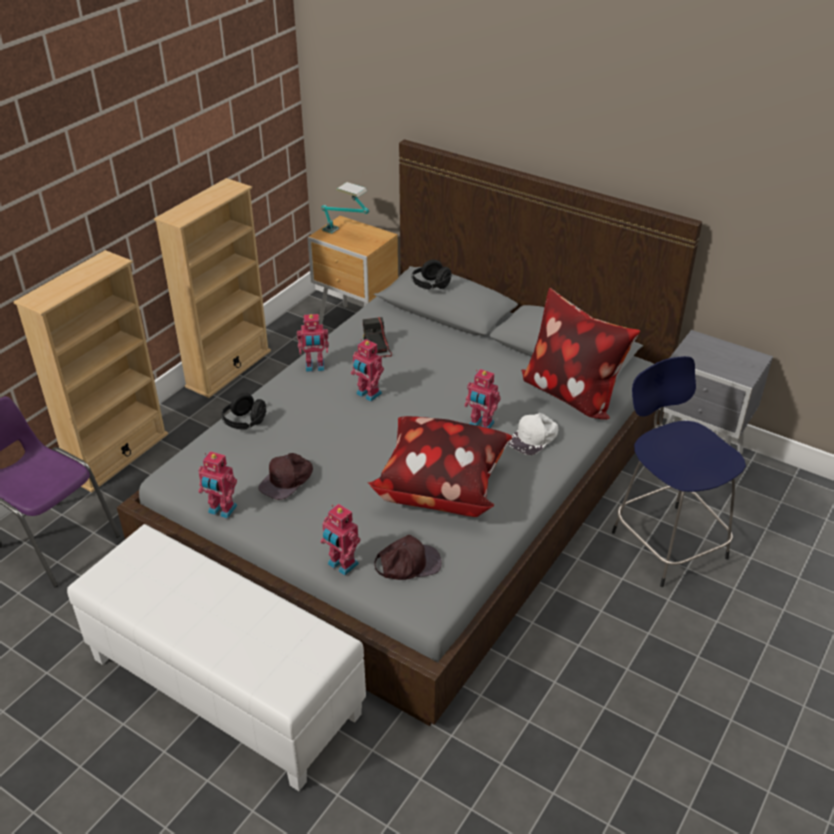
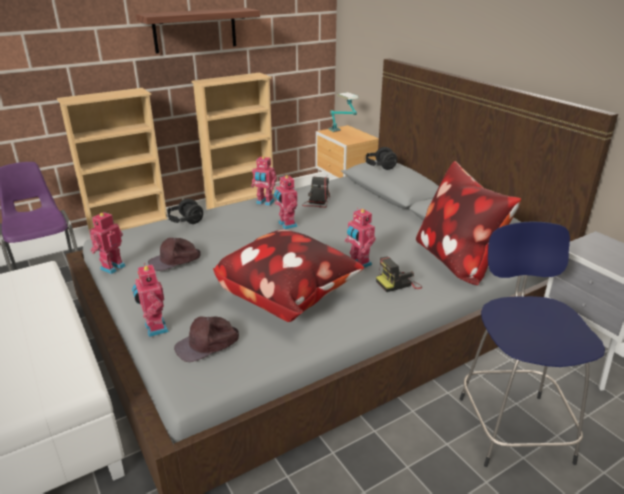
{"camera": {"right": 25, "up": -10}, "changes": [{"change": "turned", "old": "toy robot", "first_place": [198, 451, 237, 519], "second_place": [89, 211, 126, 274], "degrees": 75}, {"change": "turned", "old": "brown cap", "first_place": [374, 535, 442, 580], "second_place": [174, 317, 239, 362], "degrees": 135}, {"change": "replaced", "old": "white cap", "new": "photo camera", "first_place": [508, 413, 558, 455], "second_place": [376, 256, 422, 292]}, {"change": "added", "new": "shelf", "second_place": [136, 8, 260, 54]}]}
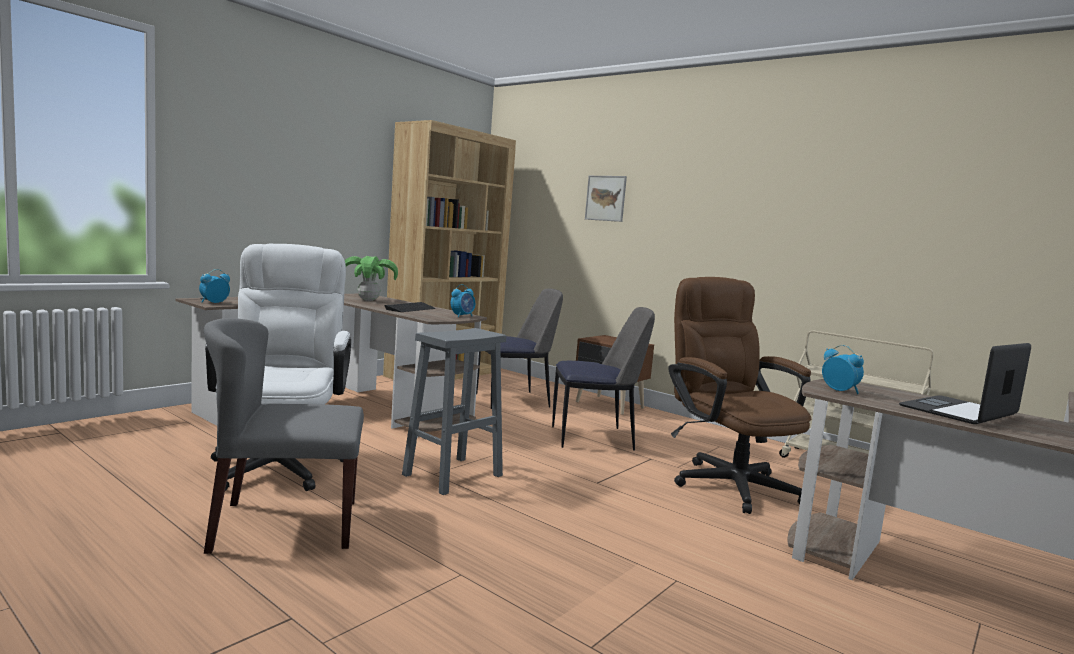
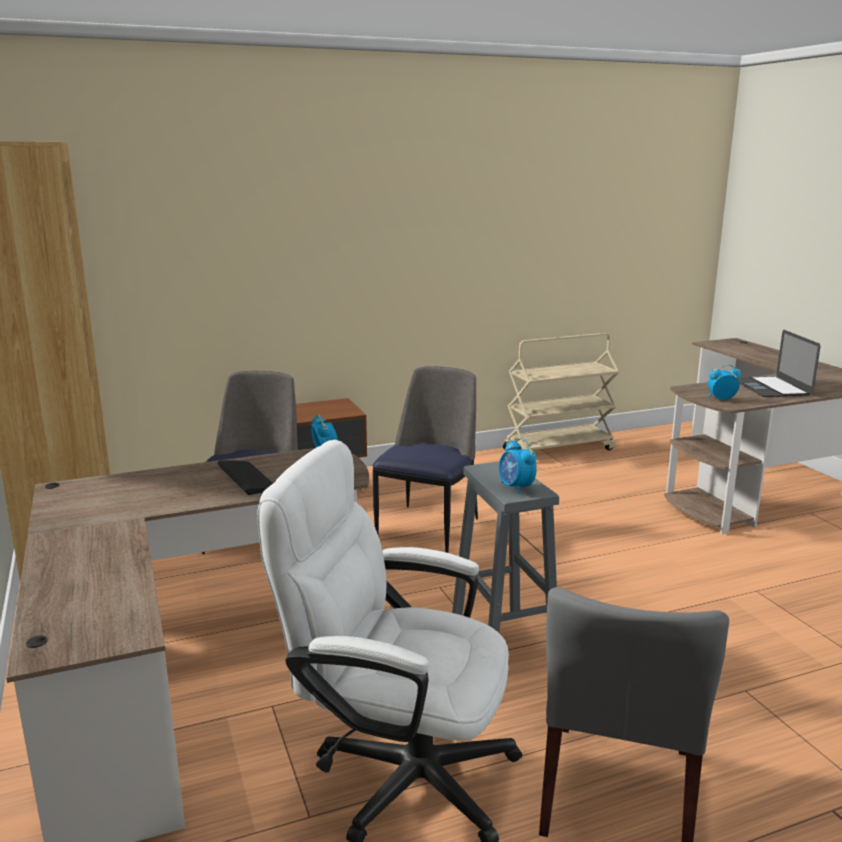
{"camera": {"right": -60, "up": 10}, "changes": [{"change": "moved", "old": "alarm clock", "first_place": [199, 269, 230, 303], "second_place": [499, 438, 537, 494]}, {"change": "removed", "old": "potted plant", "first_place": [345, 256, 398, 301]}, {"change": "removed", "old": "picture", "first_place": [585, 176, 627, 222]}, {"change": "removed", "old": "brown office chair", "first_place": [668, 277, 811, 514]}]}
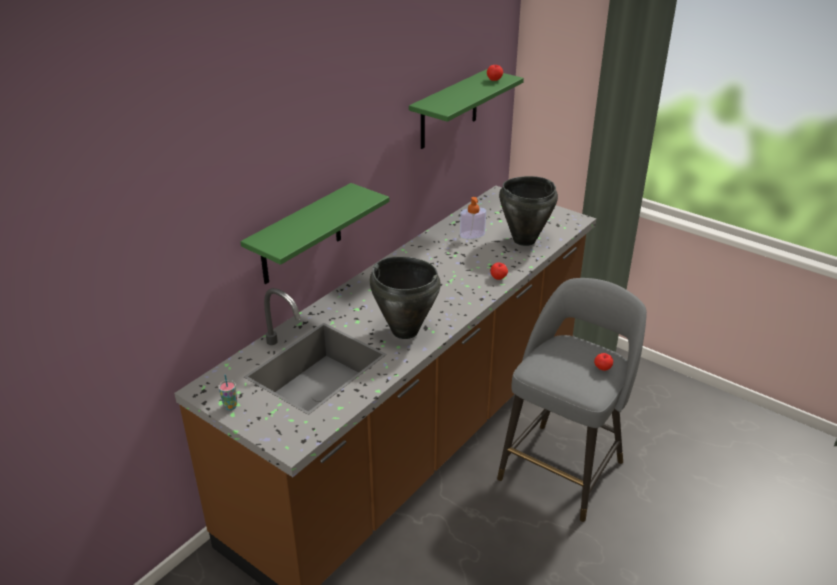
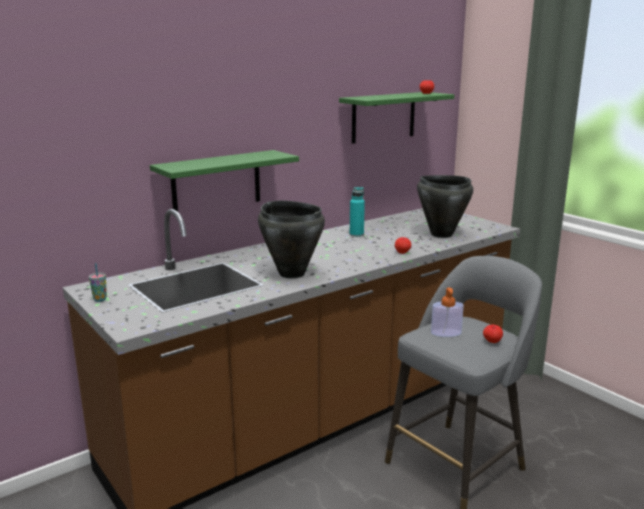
{"camera": {"right": 15, "up": -15}, "changes": [{"change": "moved", "old": "soap dispenser", "first_place": [460, 197, 486, 239], "second_place": [431, 288, 464, 337]}, {"change": "added", "new": "turquoise bottle", "second_place": [350, 187, 365, 237]}]}
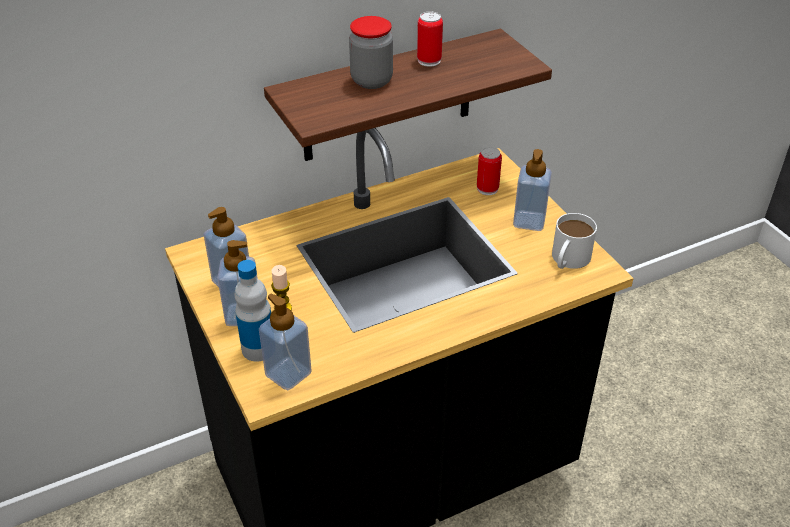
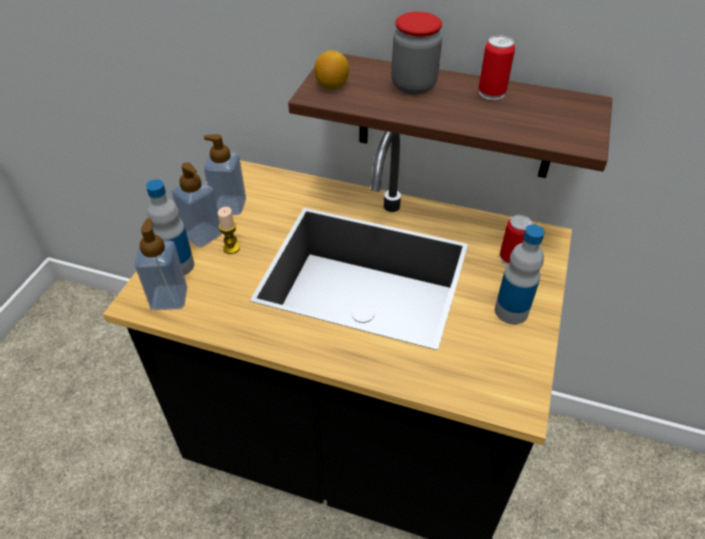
{"camera": {"right": 45, "up": 5}, "changes": [{"change": "replaced", "old": "soap dispenser", "new": "bottle", "first_place": [513, 149, 552, 231], "second_place": [495, 224, 545, 324]}, {"change": "removed", "old": "white mug", "first_place": [552, 213, 597, 269]}, {"change": "added", "new": "lemon", "second_place": [314, 50, 349, 90]}]}
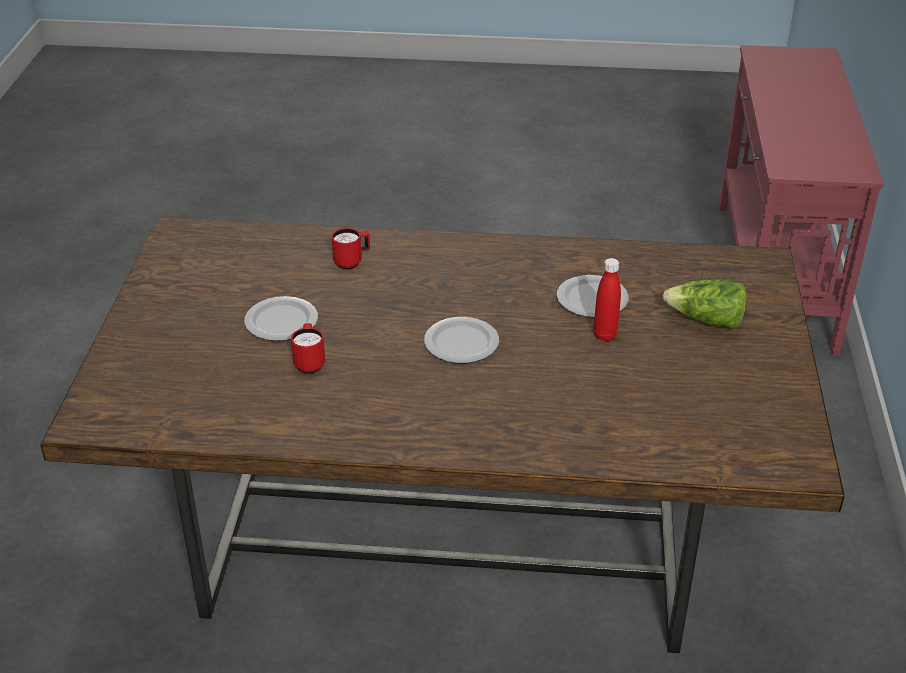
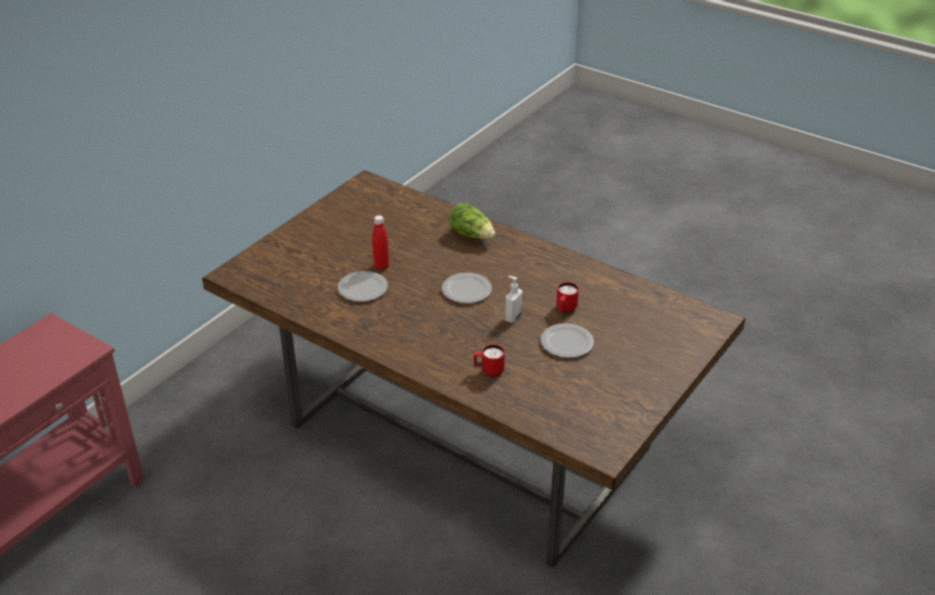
{"camera": {"right": -150, "up": 0}, "changes": [{"change": "moved", "old": "lettuce", "first_place": [662, 279, 747, 329], "second_place": [449, 203, 495, 239]}, {"change": "added", "new": "soap dispenser", "second_place": [505, 276, 522, 323]}]}
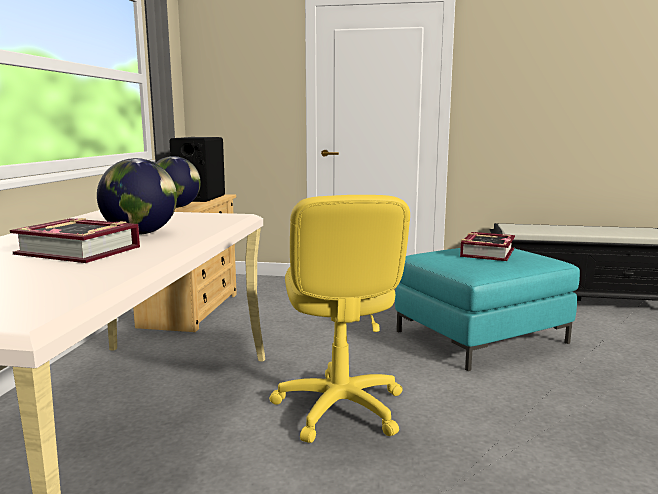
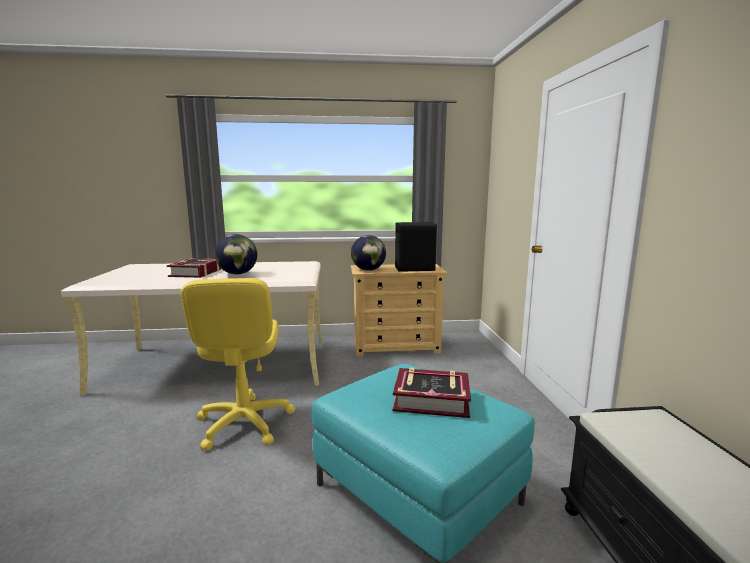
{"camera": {"right": 75, "up": 0}, "changes": [{"change": "turned", "old": "yellow office chair", "first_place": [269, 195, 410, 443], "second_place": [181, 278, 295, 450], "degrees": -75}]}
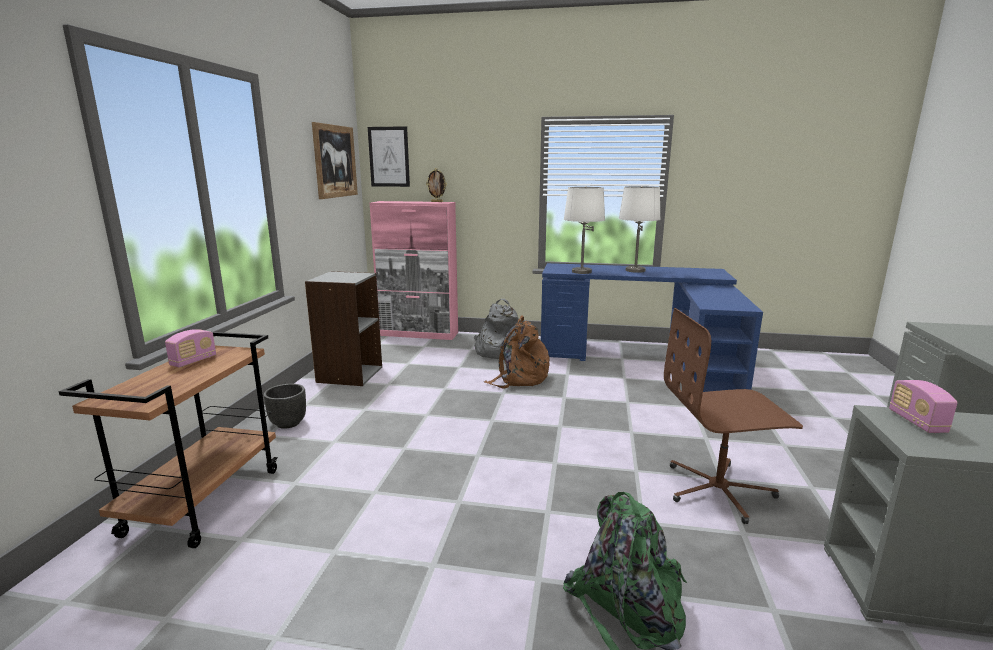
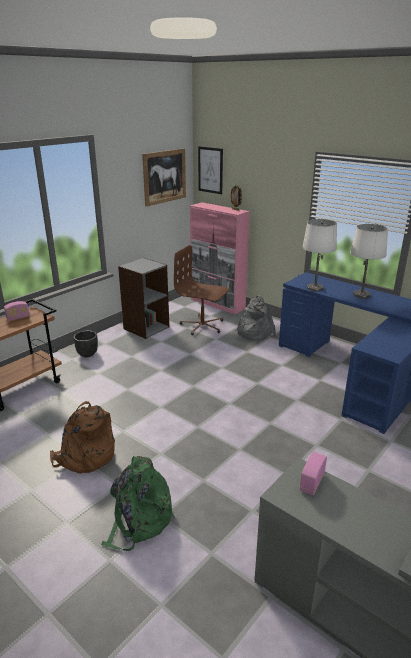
{"camera": {"right": 30, "up": 10}, "changes": [{"change": "moved", "old": "brown backpack", "first_place": [484, 315, 550, 389], "second_place": [50, 401, 115, 474]}, {"change": "moved", "old": "brown office chair", "first_place": [664, 308, 803, 524], "second_place": [174, 245, 229, 335]}]}
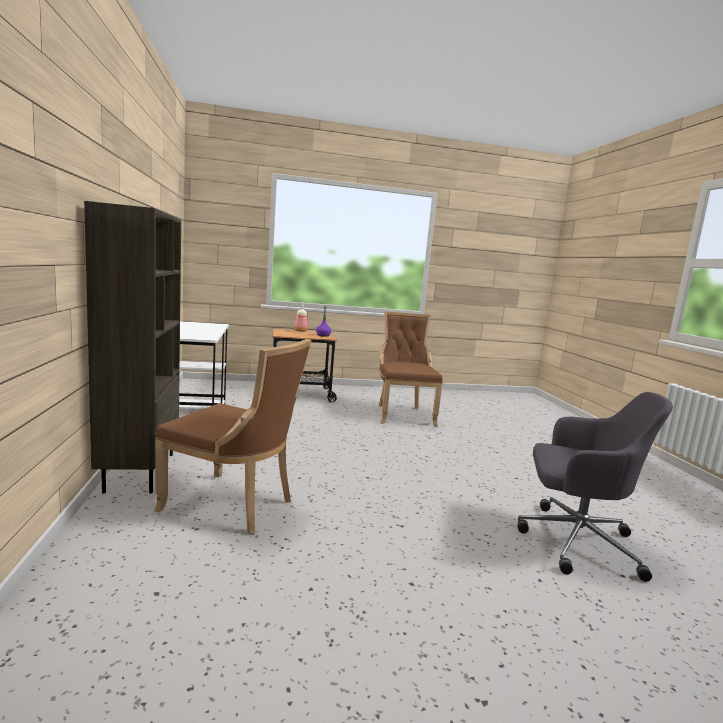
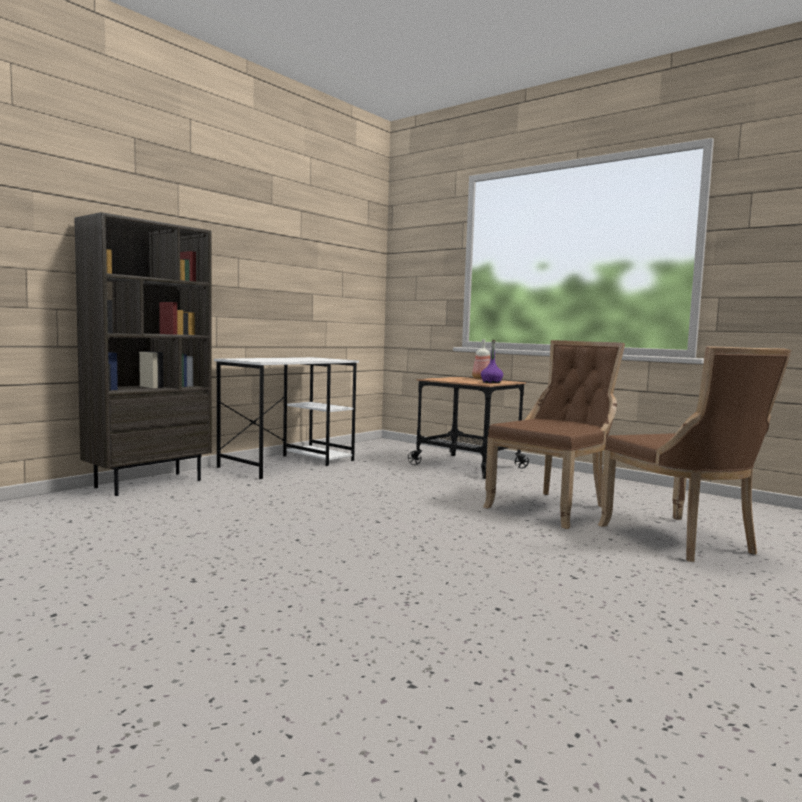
{"camera": {"right": 50, "up": -5}, "changes": [{"change": "moved", "old": "brown chair", "first_place": [154, 339, 311, 534], "second_place": [598, 346, 791, 562]}, {"change": "removed", "old": "grey office chair", "first_place": [517, 392, 673, 582]}]}
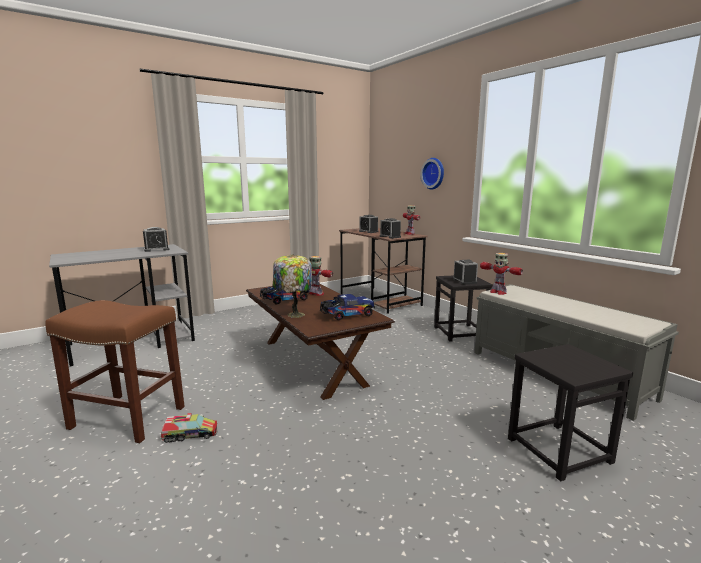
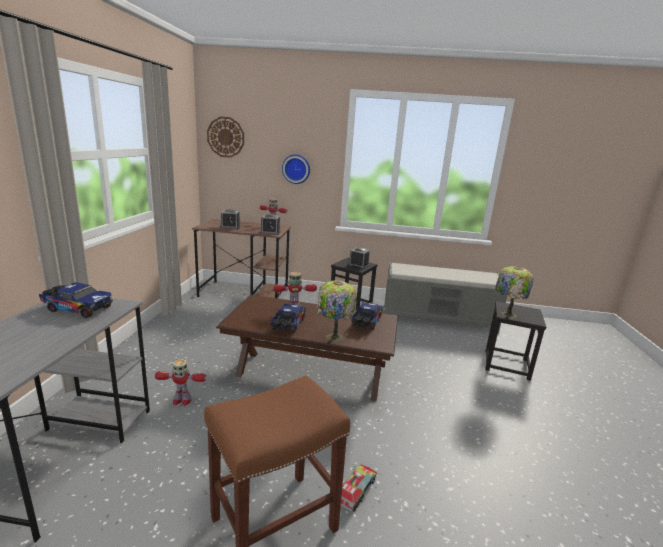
{"camera": {"right": -50, "up": 5}, "changes": [{"change": "replaced", "old": "alarm clock", "new": "toy truck", "first_place": [143, 227, 170, 252], "second_place": [39, 282, 113, 318]}, {"change": "moved", "old": "toy robot", "first_place": [480, 253, 523, 295], "second_place": [155, 359, 206, 406]}, {"change": "added", "new": "wall clock", "second_place": [207, 117, 244, 158]}, {"change": "added", "new": "table lamp", "second_place": [495, 266, 534, 318]}]}
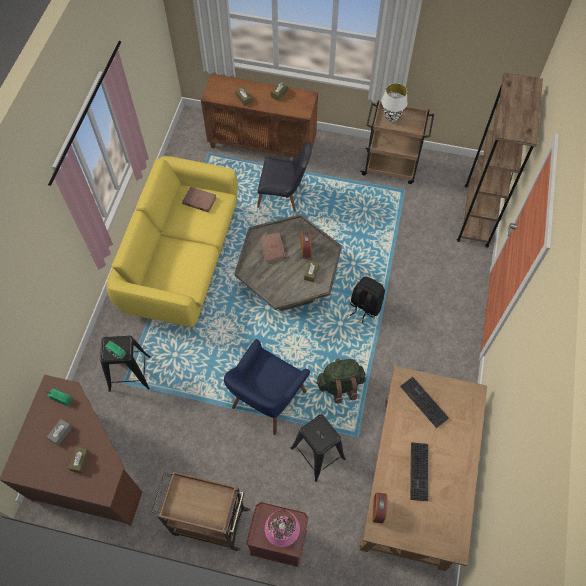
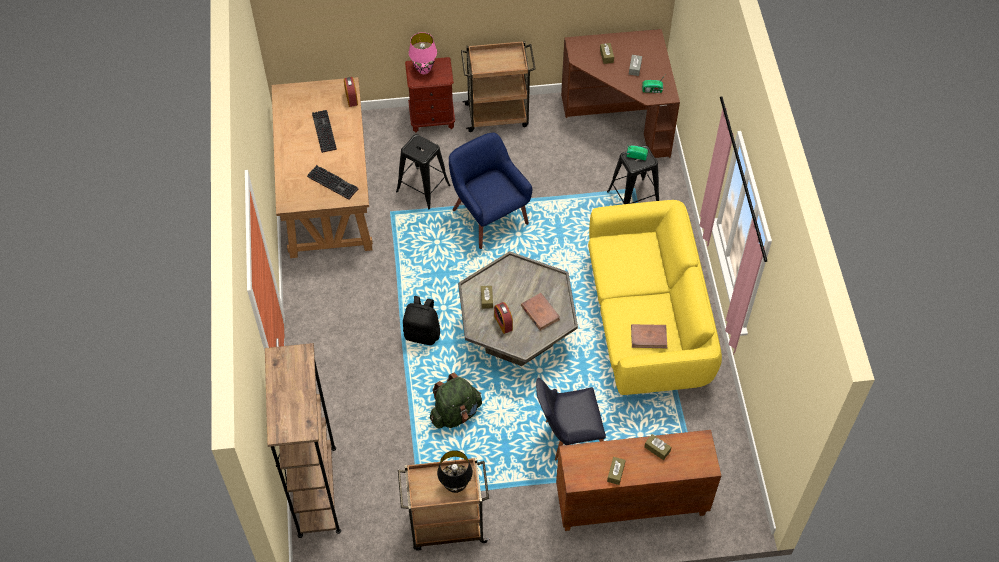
{"camera": {"right": 160, "up": -5}, "changes": [{"change": "turned", "old": "blue armchair", "first_place": [224, 339, 310, 435], "second_place": [449, 133, 532, 249], "degrees": -45}, {"change": "moved", "old": "green backpack", "first_place": [316, 358, 366, 404], "second_place": [430, 373, 482, 429]}, {"change": "recoloured", "old": "white table lamp", "new": "black table lamp", "first_place": [382, 83, 408, 122], "second_place": [437, 450, 473, 493]}]}
